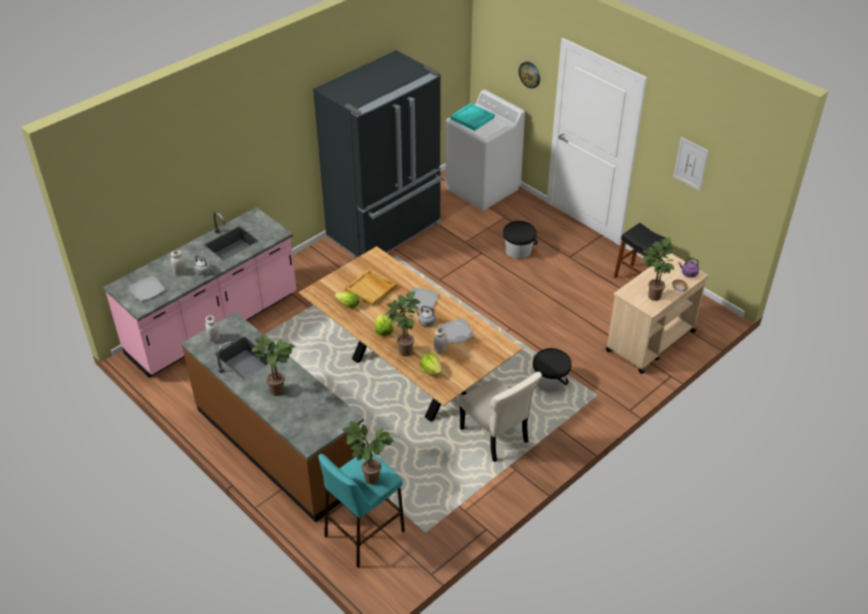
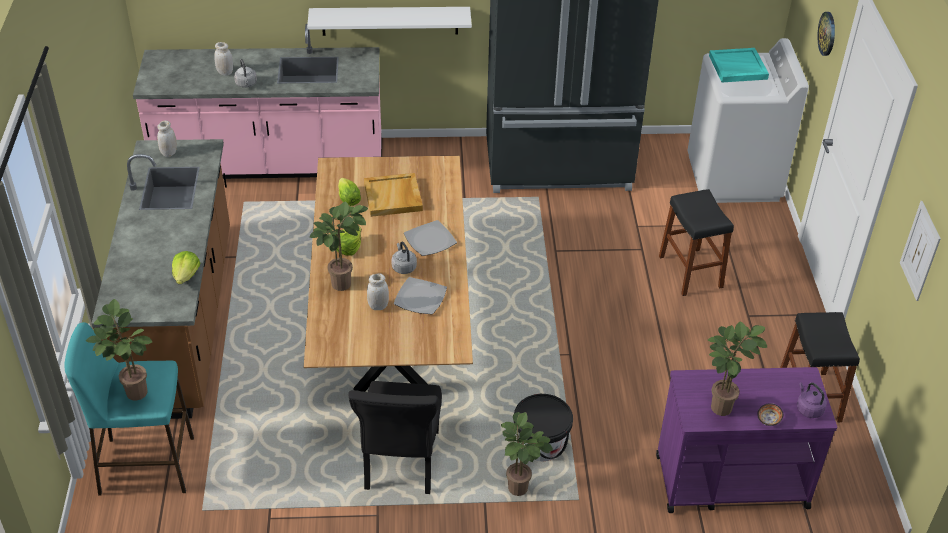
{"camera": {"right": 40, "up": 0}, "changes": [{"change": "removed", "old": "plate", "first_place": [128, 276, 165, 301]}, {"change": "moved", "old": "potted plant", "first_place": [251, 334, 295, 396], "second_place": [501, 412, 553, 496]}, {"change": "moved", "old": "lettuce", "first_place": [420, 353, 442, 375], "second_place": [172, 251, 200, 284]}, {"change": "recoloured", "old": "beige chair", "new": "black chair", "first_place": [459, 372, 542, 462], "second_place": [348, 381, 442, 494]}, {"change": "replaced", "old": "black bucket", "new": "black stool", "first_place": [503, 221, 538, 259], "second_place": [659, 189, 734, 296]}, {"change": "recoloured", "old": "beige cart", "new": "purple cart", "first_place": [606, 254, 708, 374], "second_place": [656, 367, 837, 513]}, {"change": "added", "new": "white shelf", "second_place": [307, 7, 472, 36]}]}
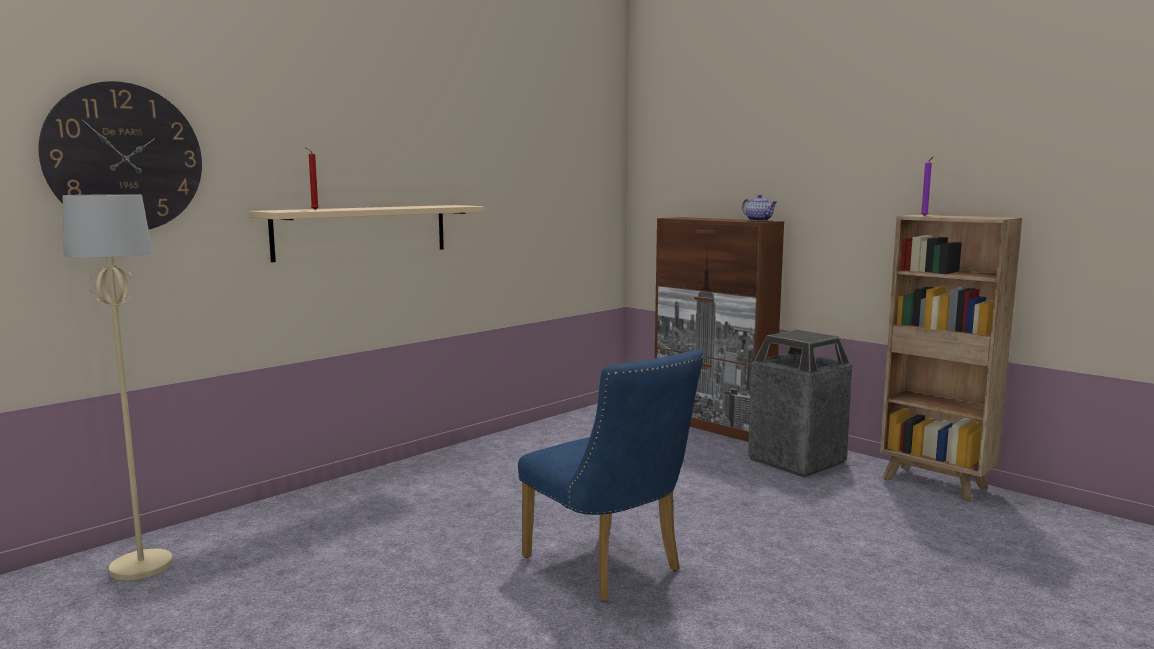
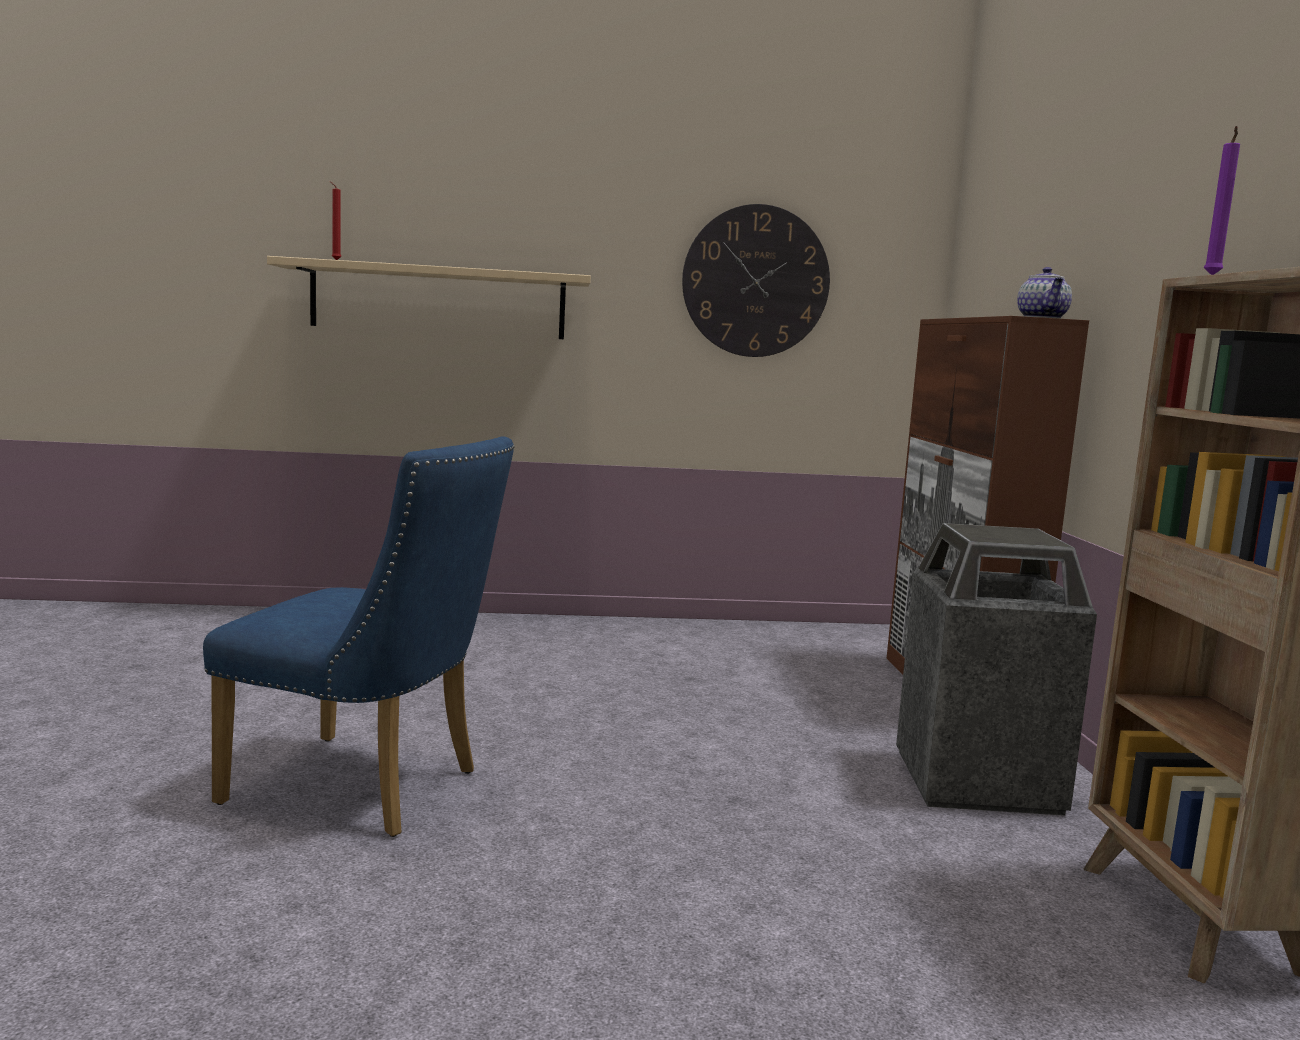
{"camera": {"right": 40, "up": 0}, "changes": [{"change": "moved", "old": "wall clock", "first_place": [39, 81, 202, 230], "second_place": [682, 204, 830, 357]}, {"change": "removed", "old": "beige floor lamp", "first_place": [63, 194, 173, 580]}, {"change": "turned", "old": "blue chair", "first_place": [518, 350, 704, 602], "second_place": [203, 436, 515, 837], "degrees": -75}]}
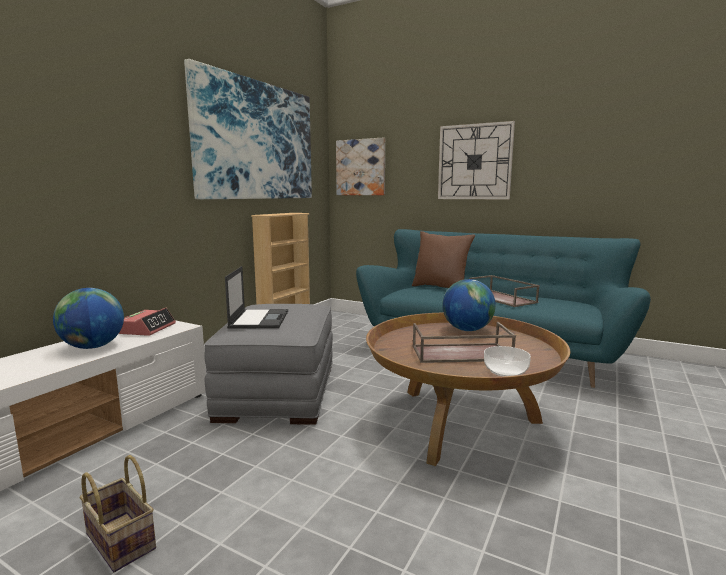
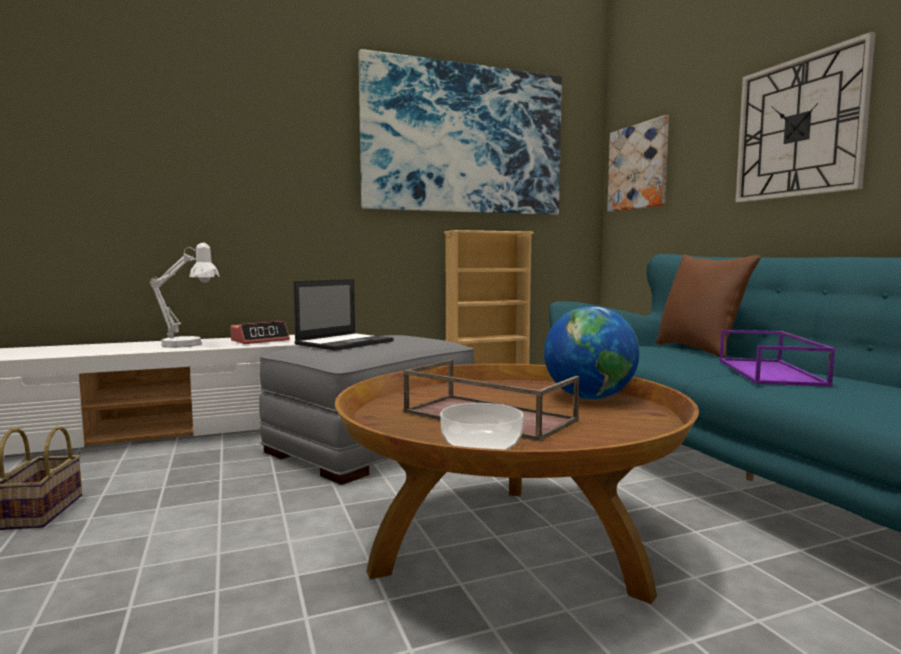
{"camera": {"right": 40, "up": -5}, "changes": [{"change": "replaced", "old": "globe", "new": "white table lamp", "first_place": [53, 288, 124, 349], "second_place": [150, 243, 220, 348]}, {"change": "recoloured", "old": "brown tray", "new": "purple tray", "first_place": [469, 275, 540, 307], "second_place": [719, 330, 835, 387]}]}
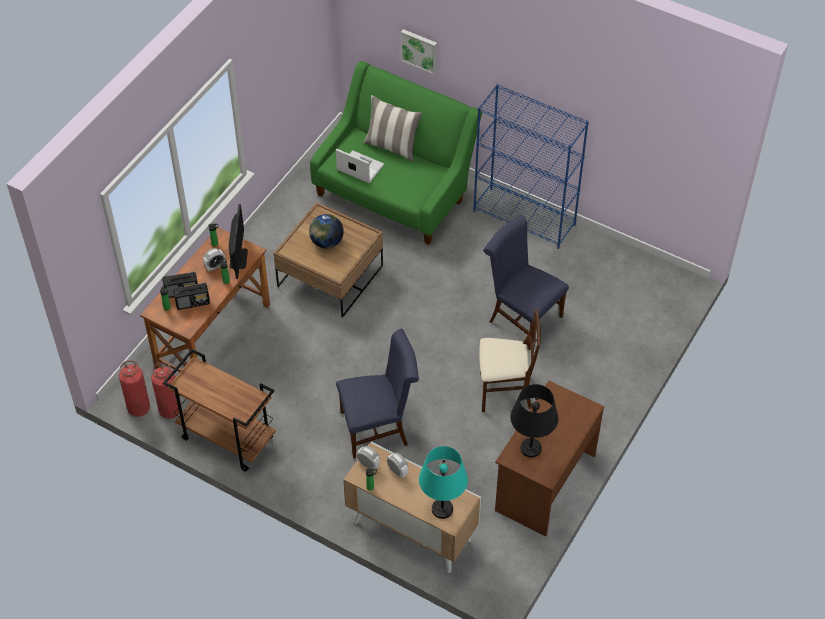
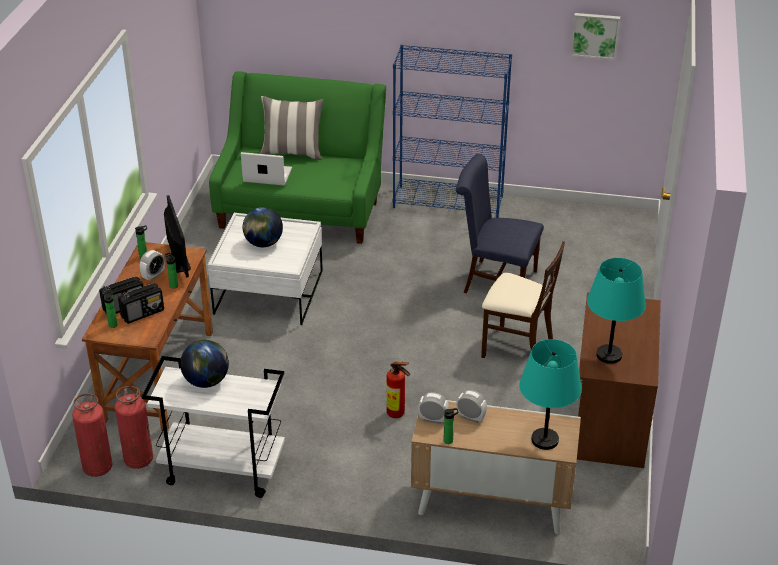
{"camera": {"right": -20, "up": -15}, "changes": [{"change": "recoloured", "old": "brown cart", "new": "white cart", "first_place": [163, 349, 276, 472], "second_place": [142, 356, 285, 498]}, {"change": "recoloured", "old": "brown coffee table", "new": "white coffee table", "first_place": [273, 202, 383, 318], "second_place": [208, 213, 323, 325]}, {"change": "replaced", "old": "blue chair", "new": "fire extinguisher", "first_place": [336, 329, 419, 458], "second_place": [387, 361, 410, 418]}, {"change": "moved", "old": "picture", "first_place": [401, 29, 437, 74], "second_place": [571, 13, 620, 60]}, {"change": "turned", "old": "beige chair", "first_place": [479, 309, 541, 412], "second_place": [481, 241, 565, 358], "degrees": 45}, {"change": "recoloured", "old": "black table lamp", "new": "turquoise table lamp", "first_place": [510, 384, 558, 457], "second_place": [587, 258, 646, 364]}, {"change": "added", "new": "globe", "second_place": [180, 340, 229, 388]}]}
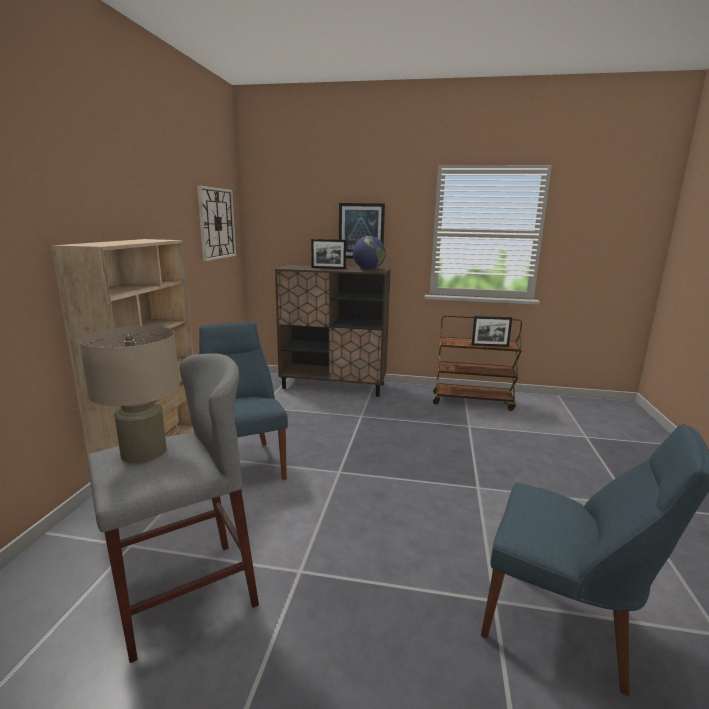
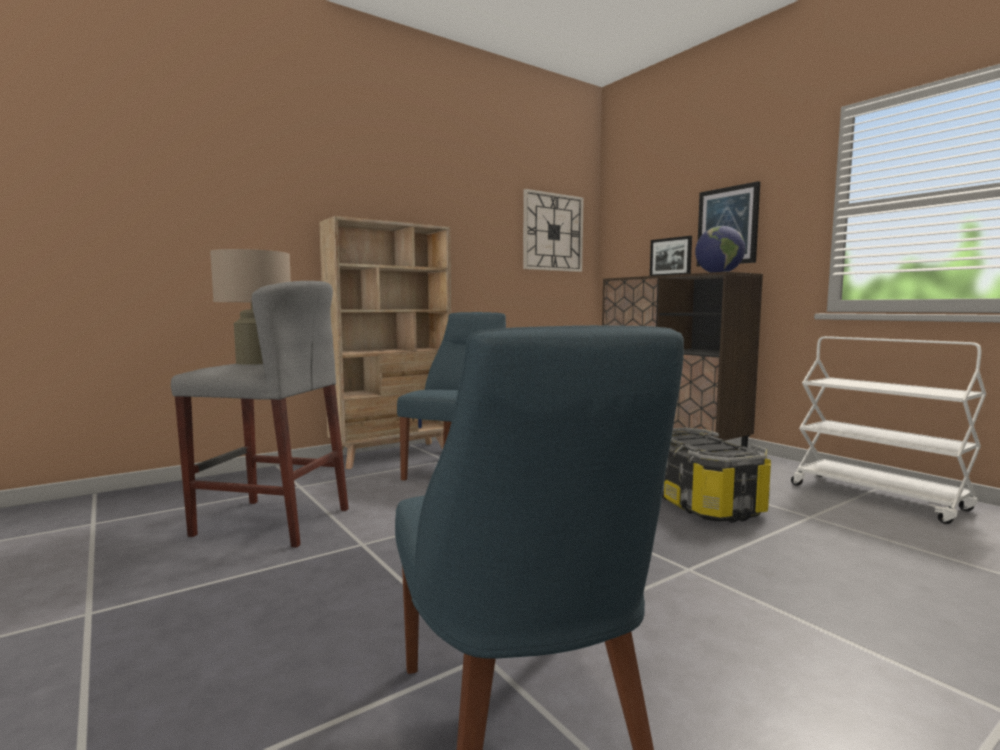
{"camera": {"right": 45, "up": -10}, "changes": [{"change": "recoloured", "old": "brown cart", "new": "white cart", "first_place": [433, 315, 522, 411], "second_place": [791, 336, 986, 524]}, {"change": "removed", "old": "picture frame", "first_place": [471, 316, 512, 347]}, {"change": "added", "new": "storage box", "second_place": [662, 428, 771, 523]}]}
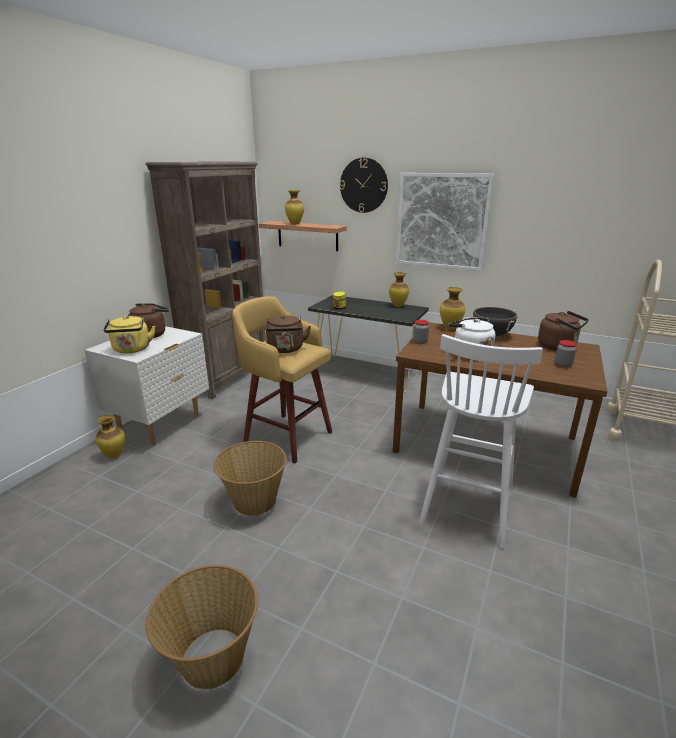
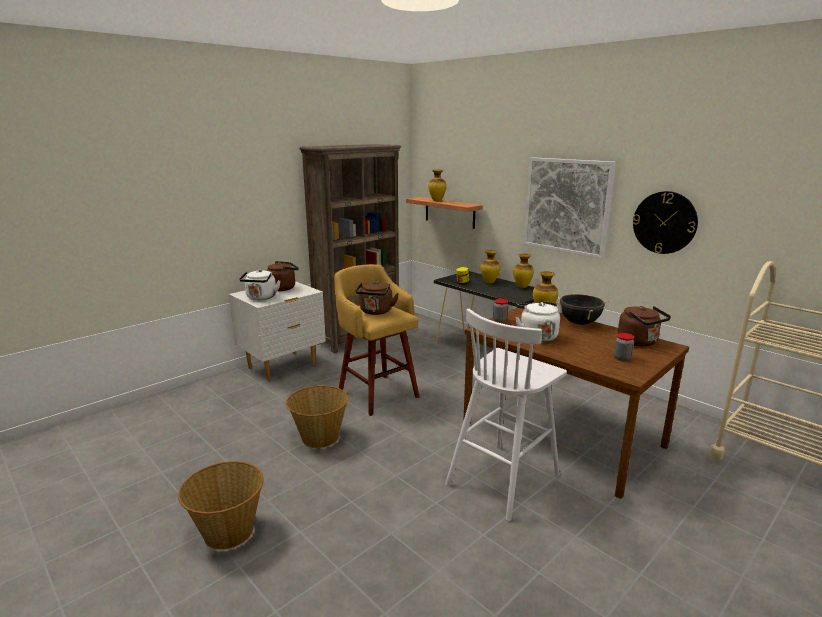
{"camera": {"right": 20, "up": -5}, "changes": [{"change": "moved", "old": "vase", "first_place": [95, 415, 125, 458], "second_place": [480, 250, 500, 284]}, {"change": "recoloured", "old": "yellow kettle", "new": "white kettle", "first_place": [103, 315, 155, 354], "second_place": [239, 269, 281, 300]}, {"change": "moved", "old": "wall clock", "first_place": [340, 158, 388, 213], "second_place": [633, 191, 698, 254]}]}
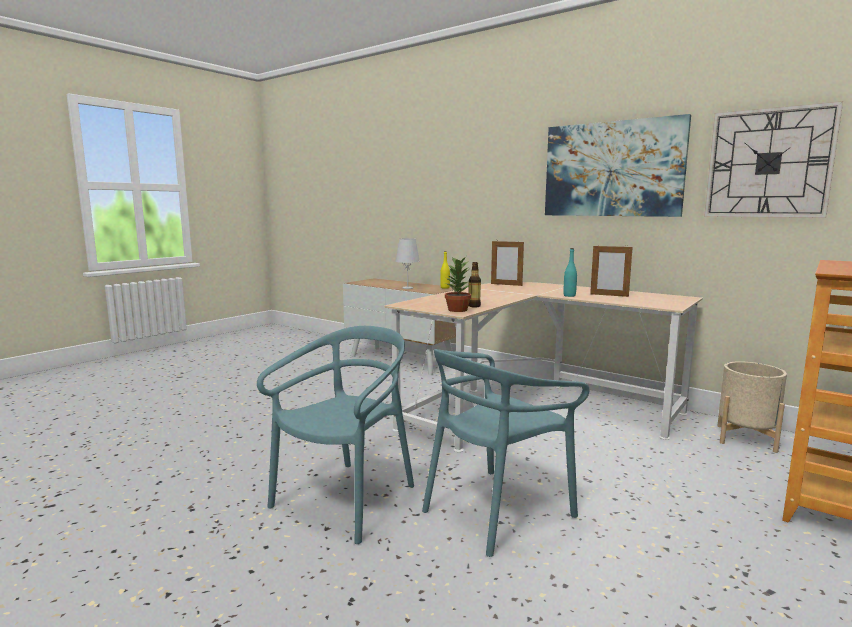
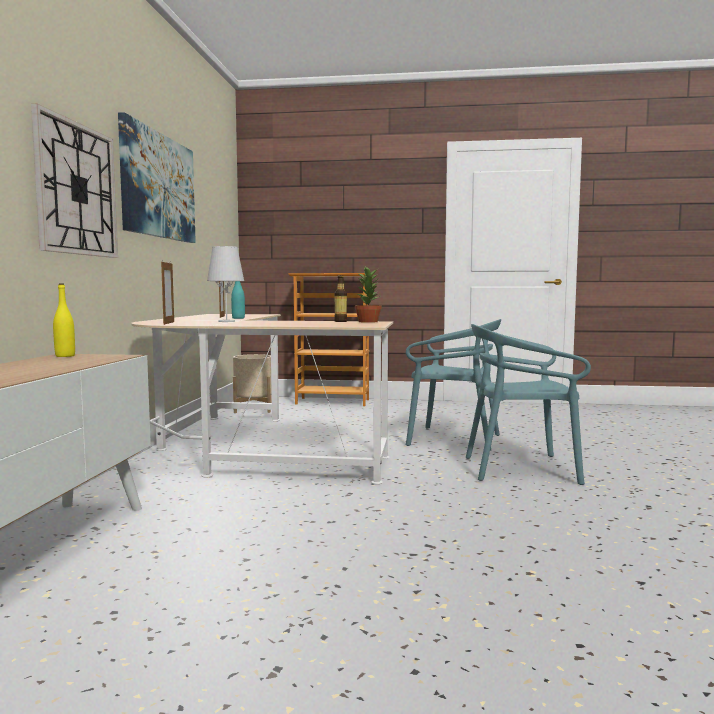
{"camera": {"right": -120, "up": -5}, "changes": [{"change": "moved", "old": "white table lamp", "first_place": [395, 238, 420, 289], "second_place": [207, 246, 244, 322]}, {"change": "moved", "old": "wall clock", "first_place": [704, 101, 843, 218], "second_place": [31, 103, 118, 258]}]}
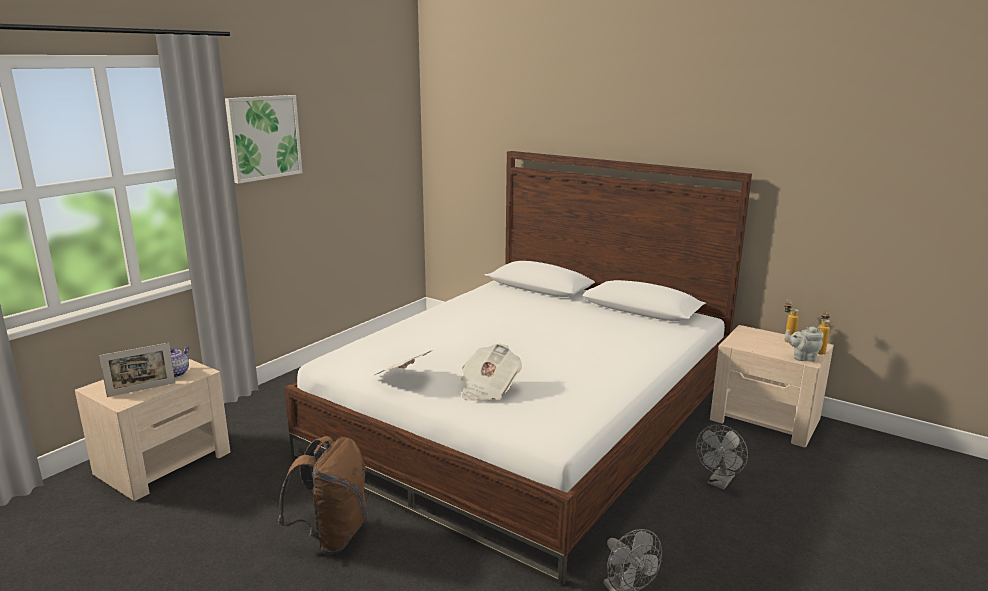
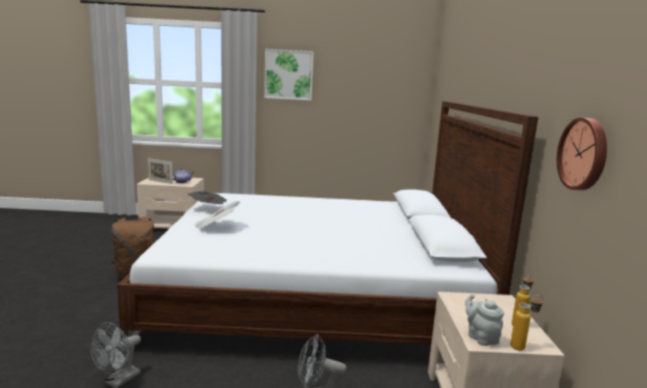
{"camera": {"right": 55, "up": -5}, "changes": [{"change": "added", "new": "wall clock", "second_place": [557, 118, 607, 190]}]}
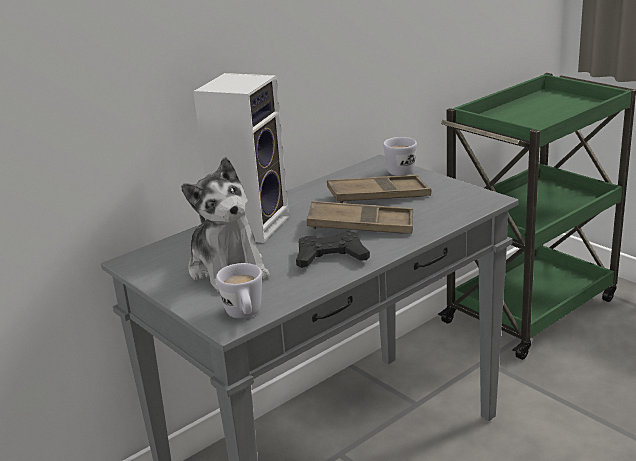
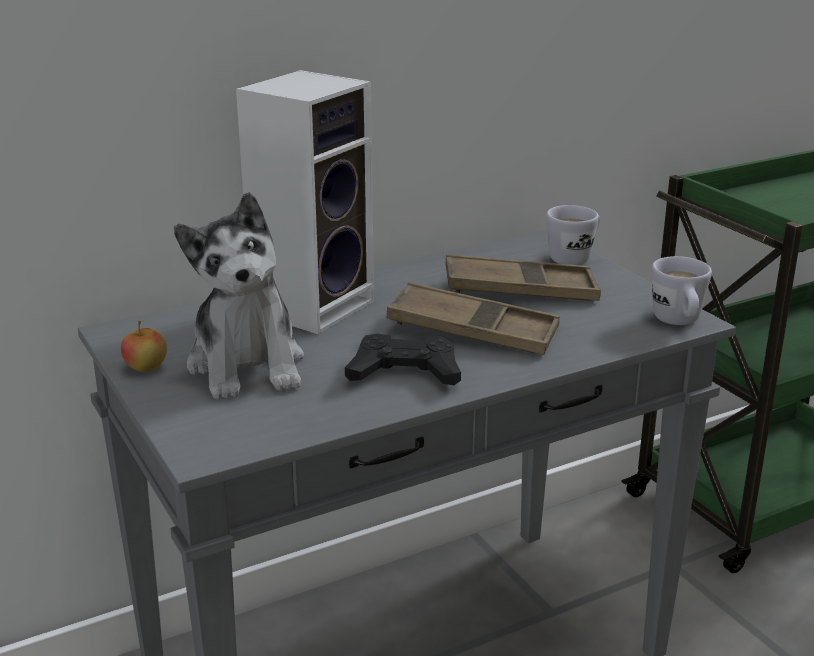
{"camera": {"right": 10, "up": 0}, "changes": [{"change": "moved", "old": "white mug", "first_place": [216, 263, 262, 319], "second_place": [652, 256, 712, 325]}, {"change": "added", "new": "apple", "second_place": [121, 320, 167, 372]}]}
